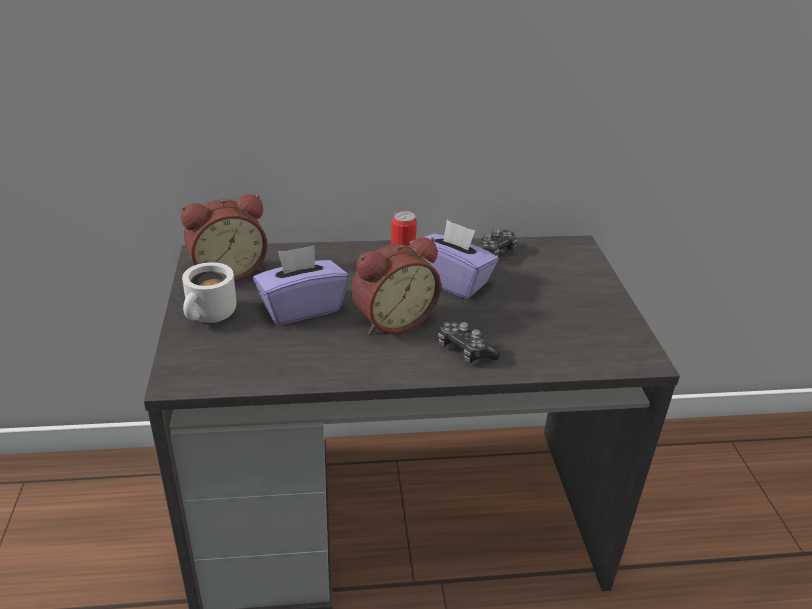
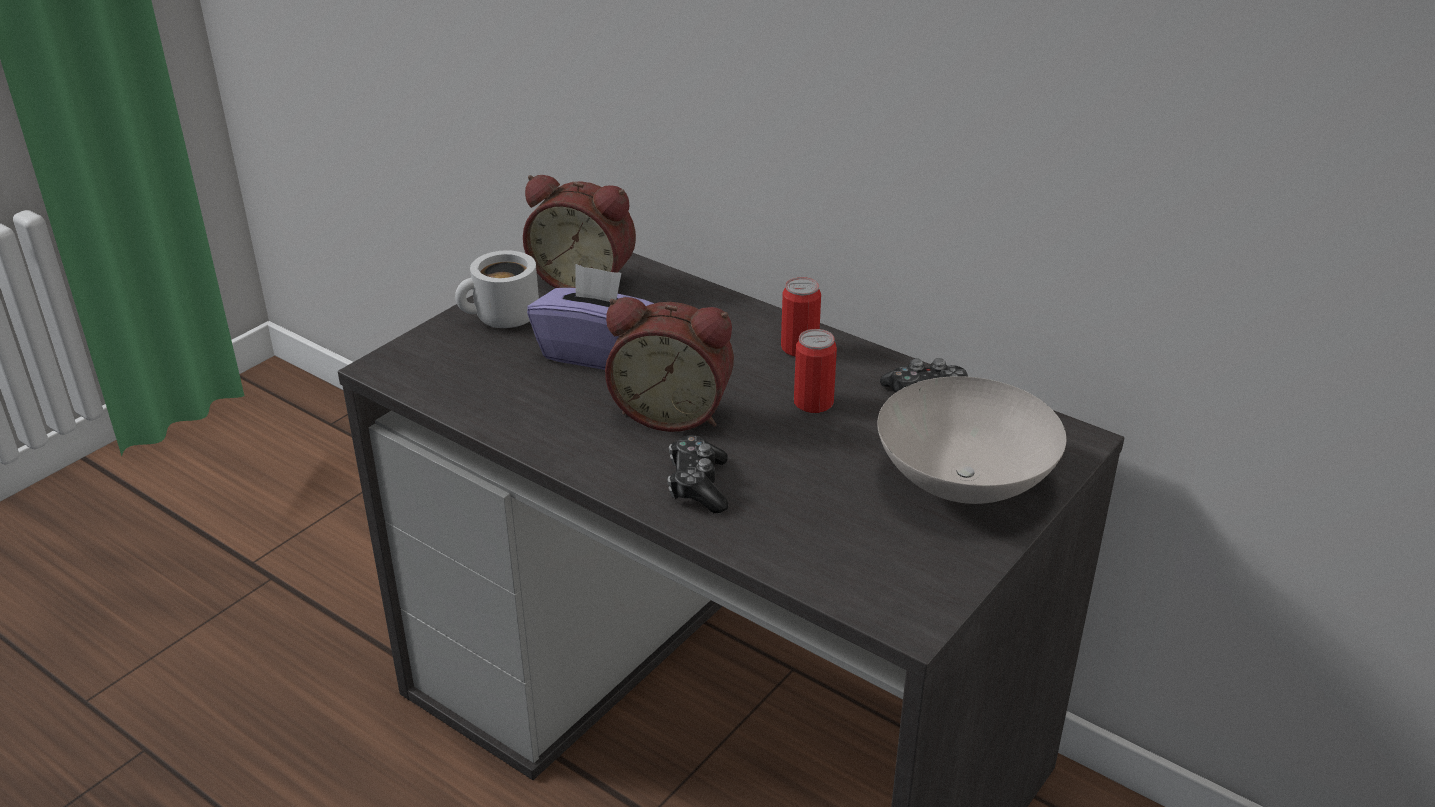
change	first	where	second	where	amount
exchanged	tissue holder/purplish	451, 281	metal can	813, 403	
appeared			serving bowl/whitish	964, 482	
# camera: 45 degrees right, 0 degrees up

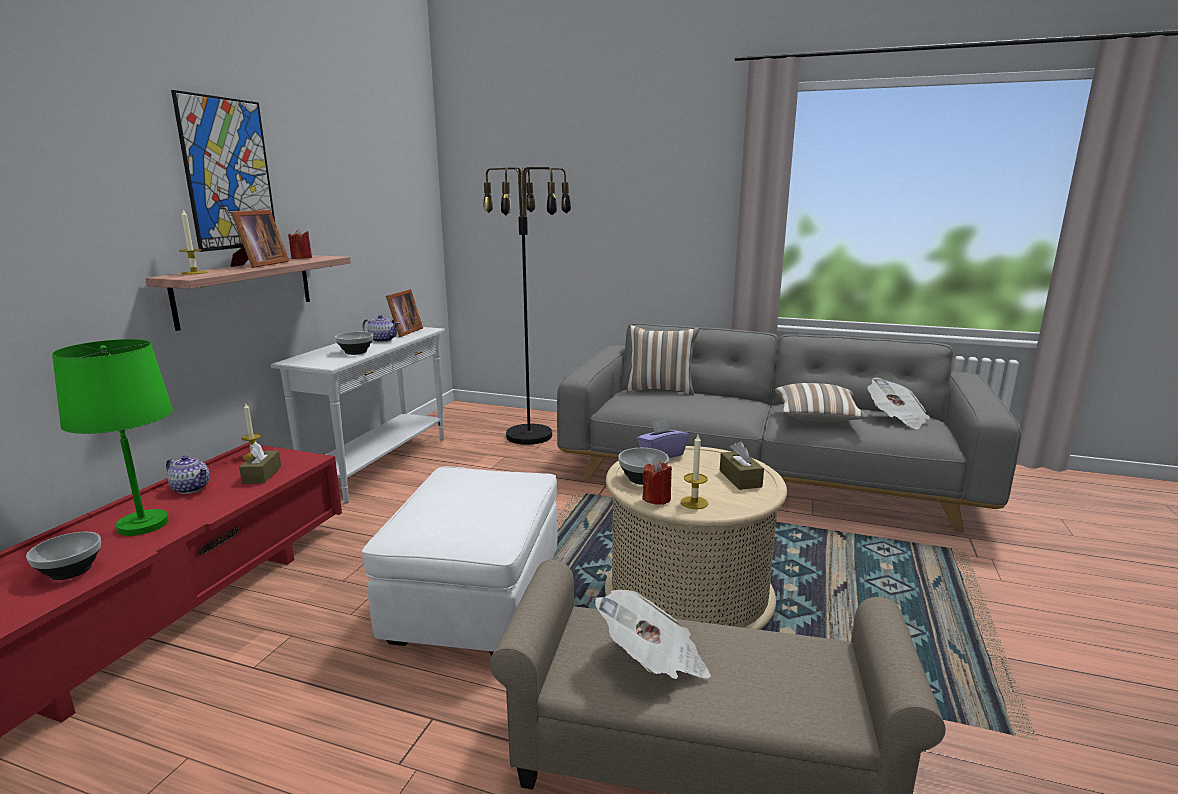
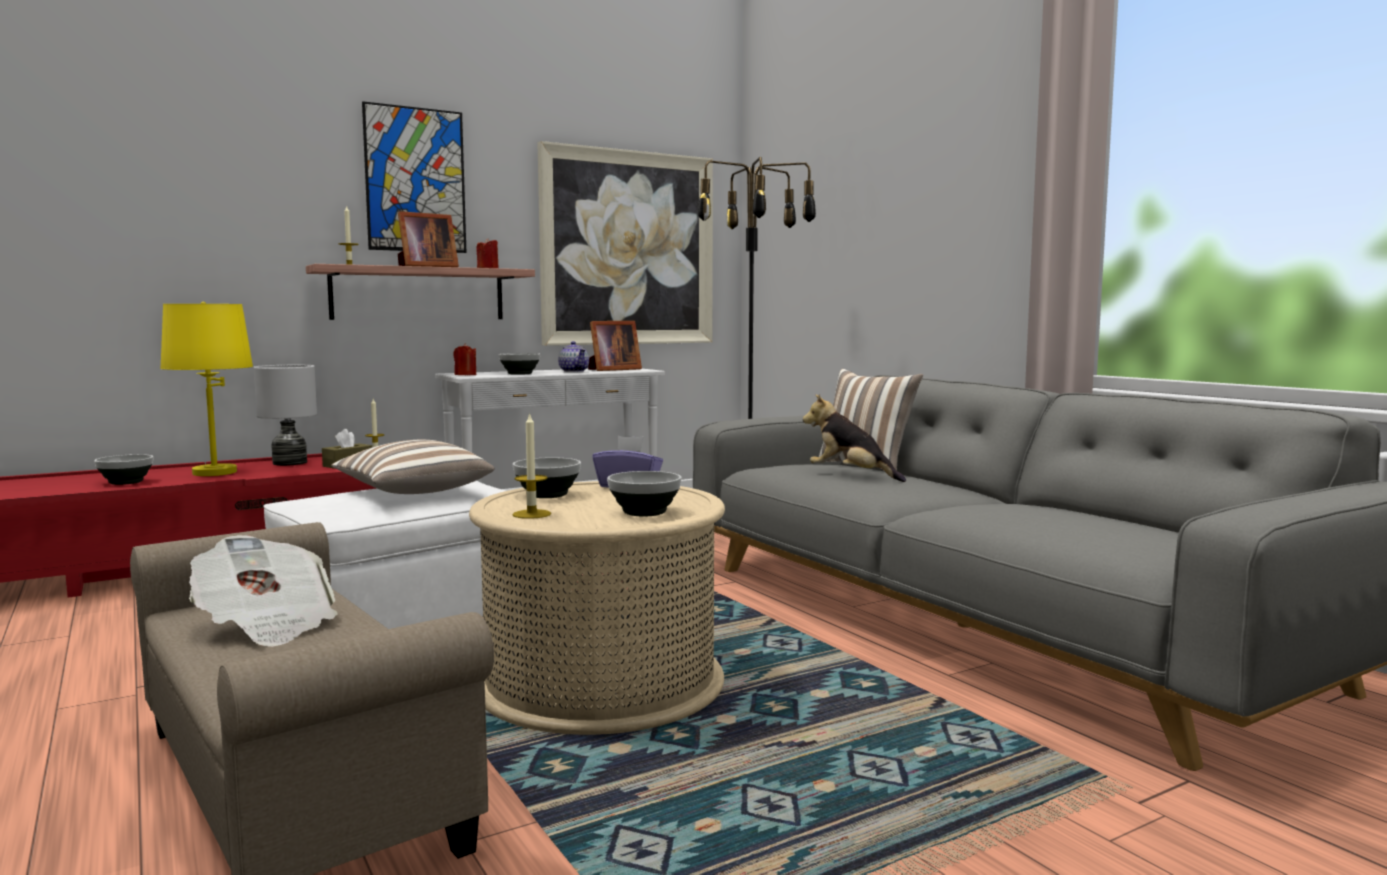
change	first	where	second	where	amount
colour	tabletop lamp/green	144, 525	tabletop lamp/yellow	215, 472	
exchanged	tea pot	191, 488	tabletop lamp/gray	290, 463	
relocated	wax light/red-coloured	657, 499		465, 375	
exchanged	tissue holder/brownish	740, 479	serving bowl	645, 512	
relocated	cushion	816, 418		412, 492	
missing	printed paper	896, 418			
appeared			wall art	628, 248	
appeared			cuddly toy	851, 476	
# camera: 40 degrees right, 10 degrees down

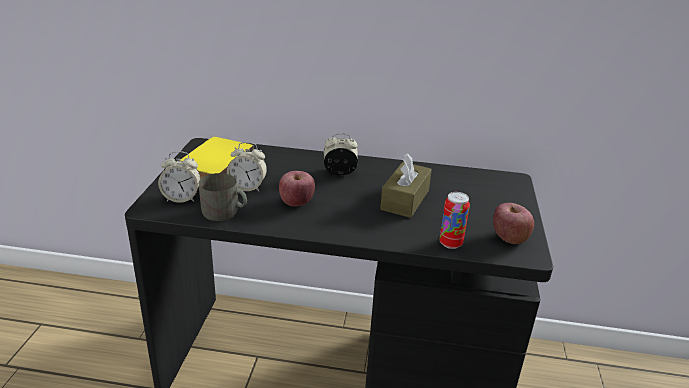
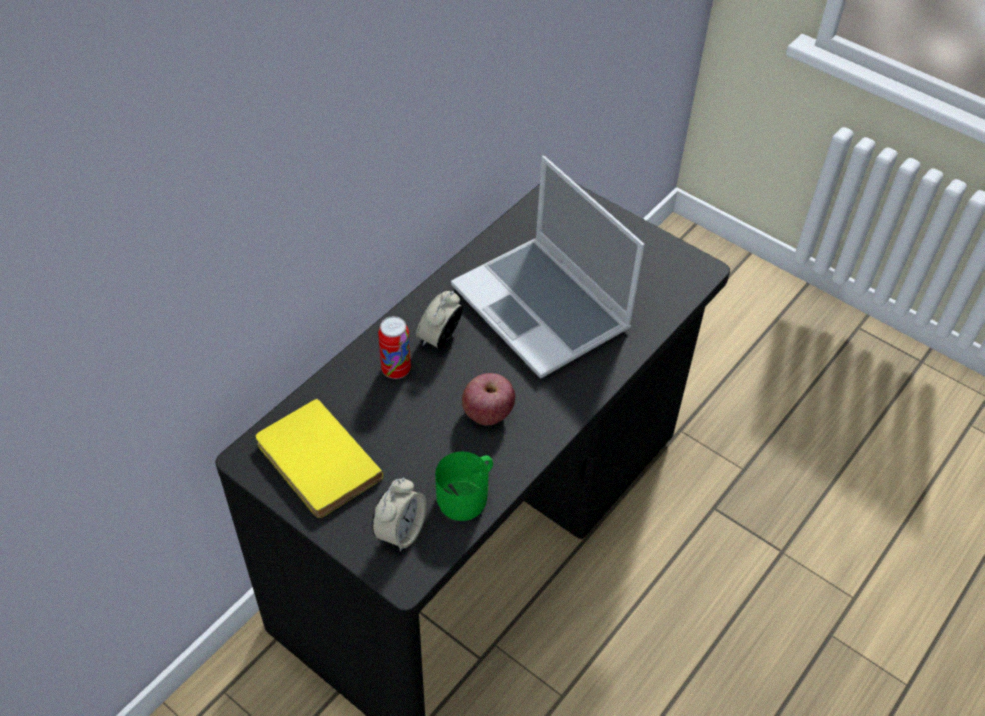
change	first	where	second	where	amount
colour	tea mug/gray	224, 213	tea mug/green	468, 496	
missing	table clock	248, 187			
exchanged	tissue holder/brownish	405, 200	portable computer	543, 309	
relocated	metal can	450, 243		396, 370	
missing	apple	509, 238			
# camera: 60 degrees left, 20 degrees up

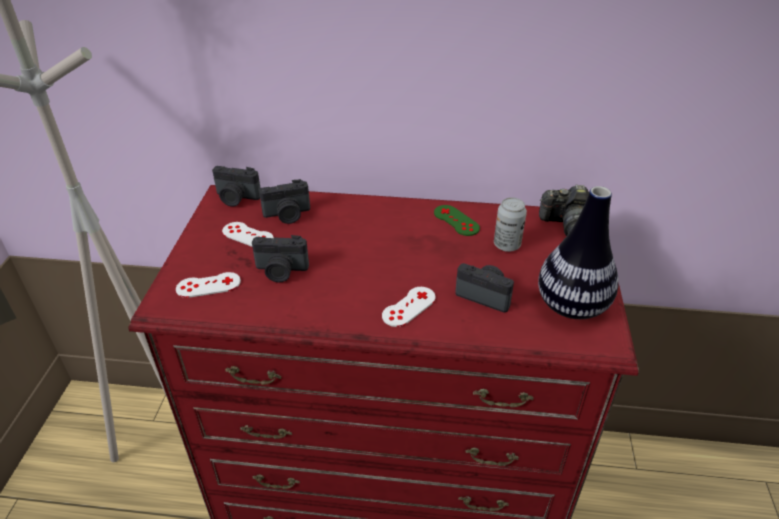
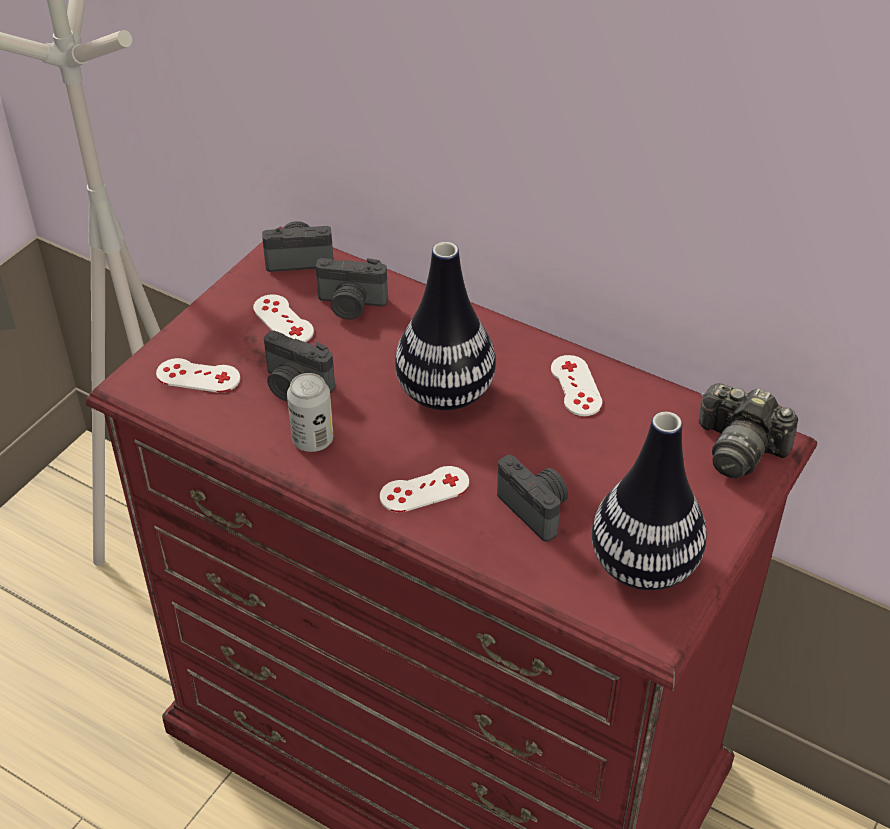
change	first	where	second	where	amount
spun	still camera	236, 198		299, 259	135 degrees clockwise
colour	gamepad/green	456, 220	gamepad/whitish	576, 386	
relocated	metal can	507, 245		313, 440	
appeared			decorative vase	445, 393	
# camera: 25 degrees right, 5 degrees up

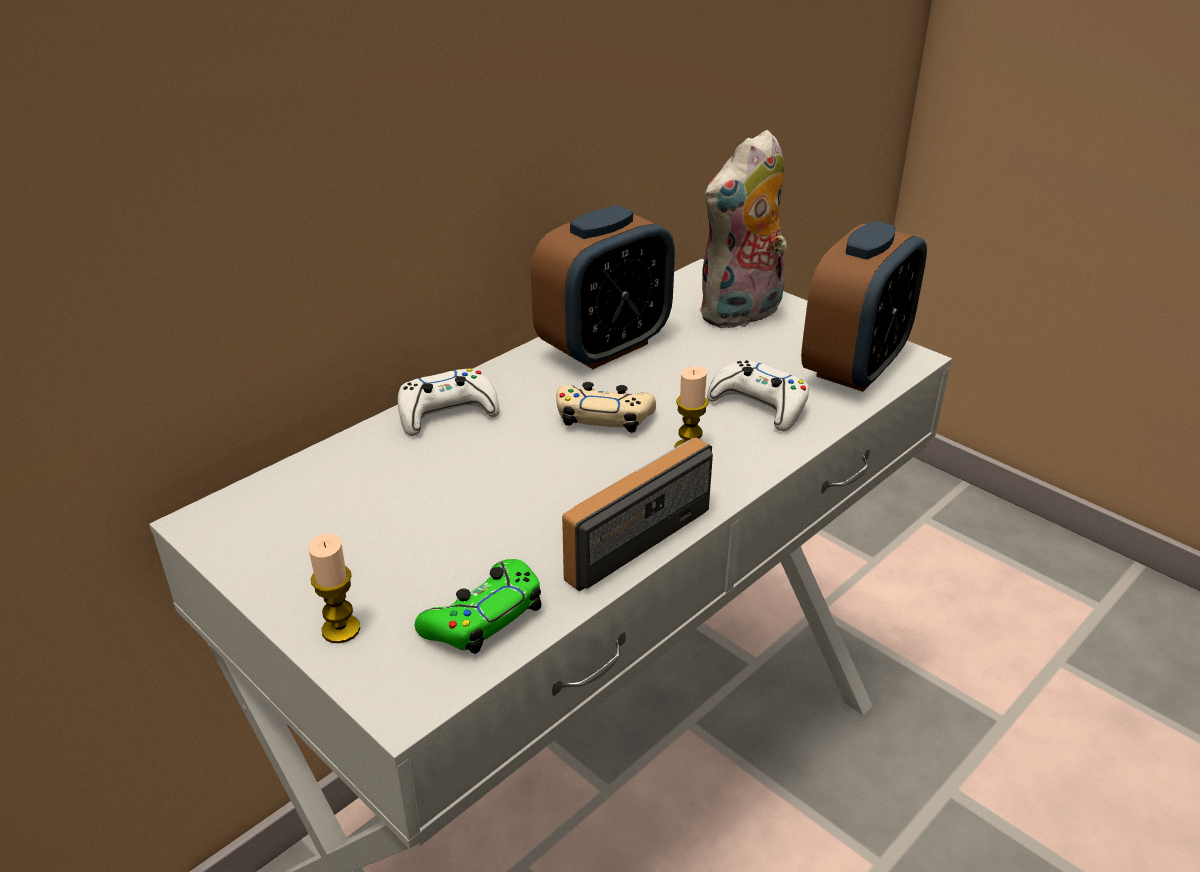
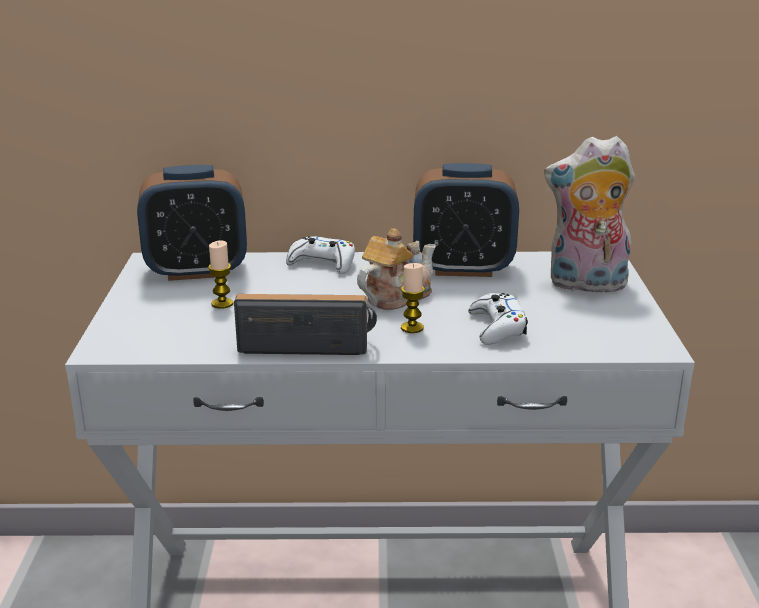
change	first	where	second	where	amount
relocated	wax light	341, 629		222, 304	
missing	gamepad/green	483, 617			
exchanged	gamepad/sand-coloured	604, 417	tea pot	396, 297	
relocated	table clock	855, 367		197, 271	
# camera: 45 degrees right, 10 degrees down

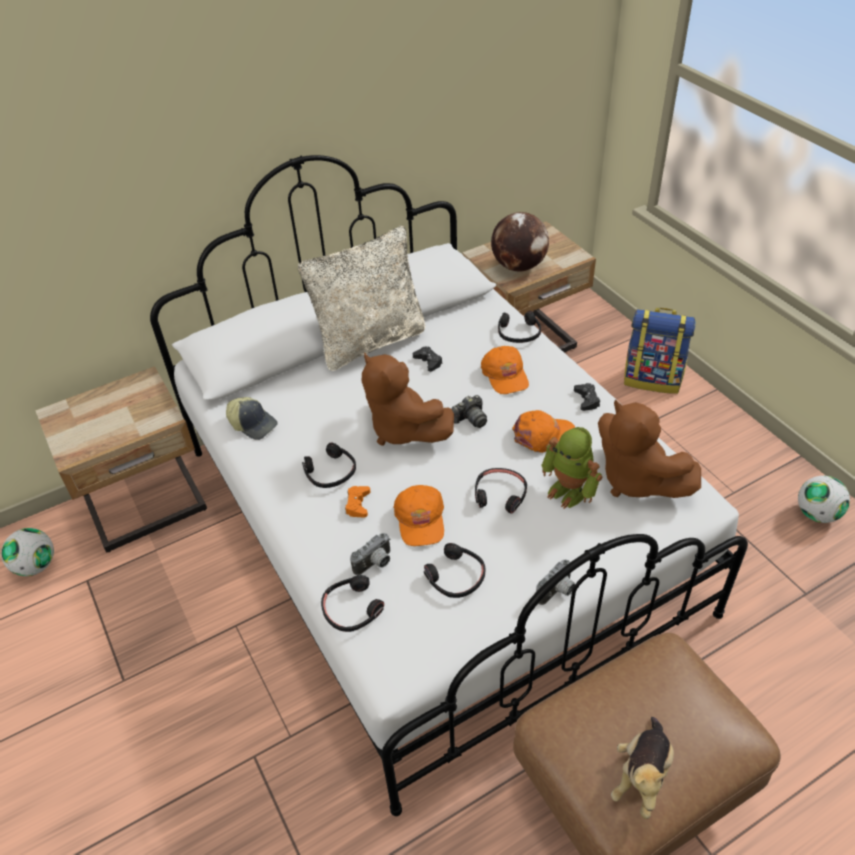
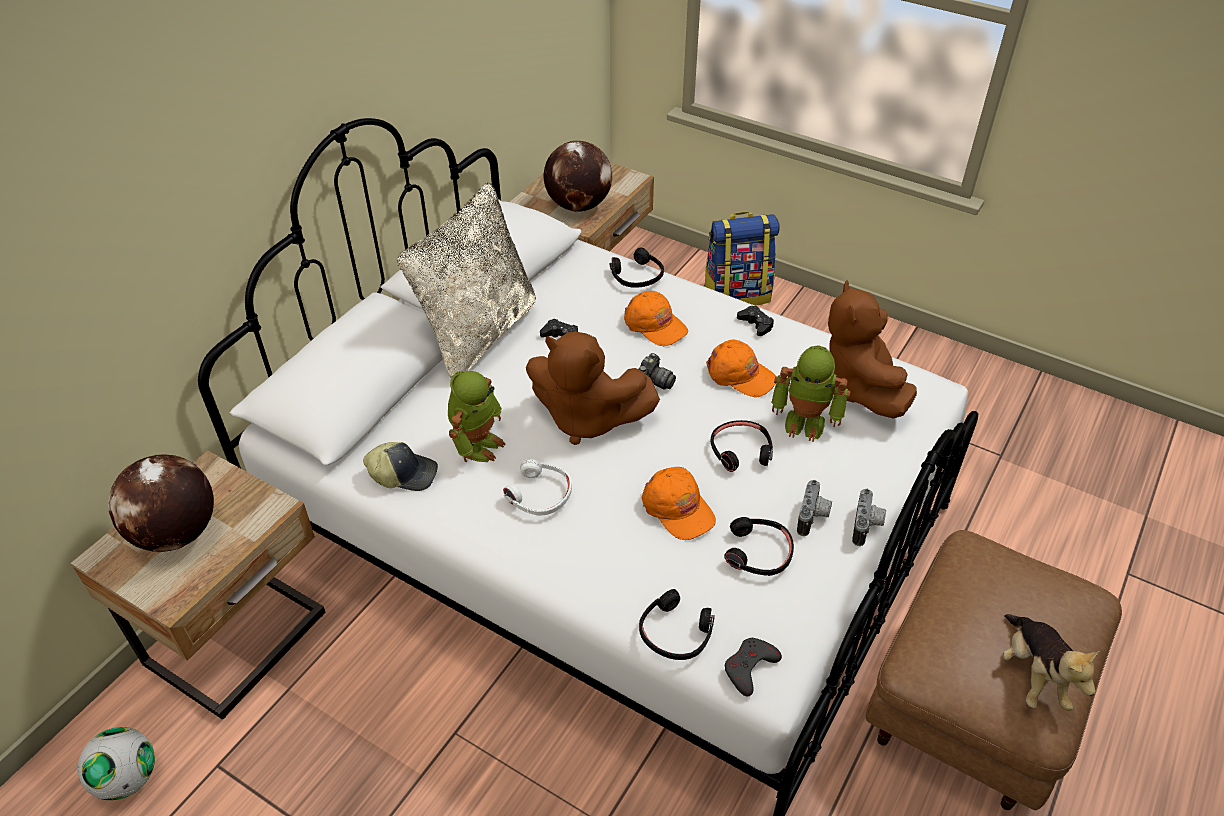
change	first	where	second	where	amount
colour	pair of headphones/black	330, 472	pair of headphones/whitish	540, 495	
missing	gamepad/orange-coloured	358, 504			
relocated	still camera	375, 564		813, 518	
spun	peaked cap/orange-coloured	544, 435		740, 375	75 degrees clockwise
spun	cuddly toy/brownish	635, 479		858, 388	60 degrees clockwise
missing	football ball	816, 514			
appeared			globe	176, 534	
appeared			model robot	477, 444	
appeared			gamepad/gray	749, 668	
# camera: 30 degrees left, 0 degrees up

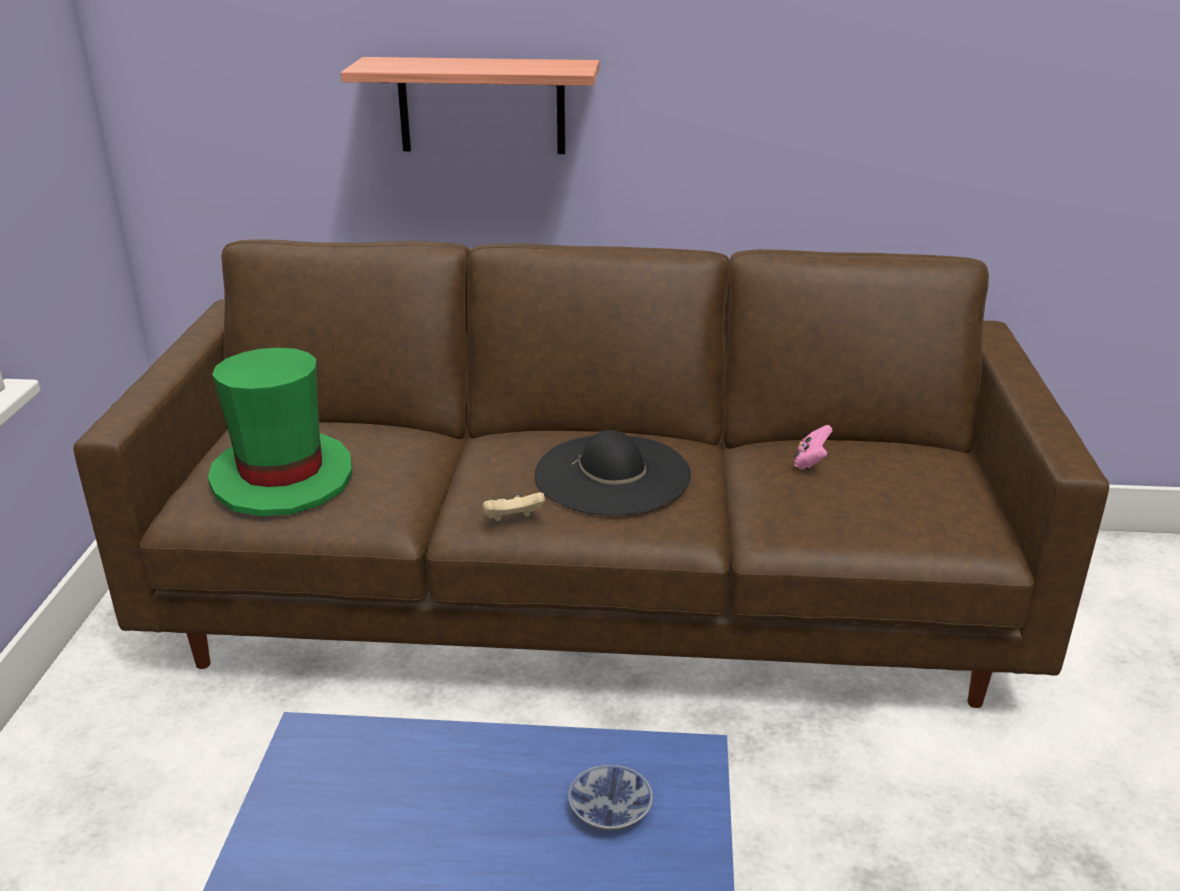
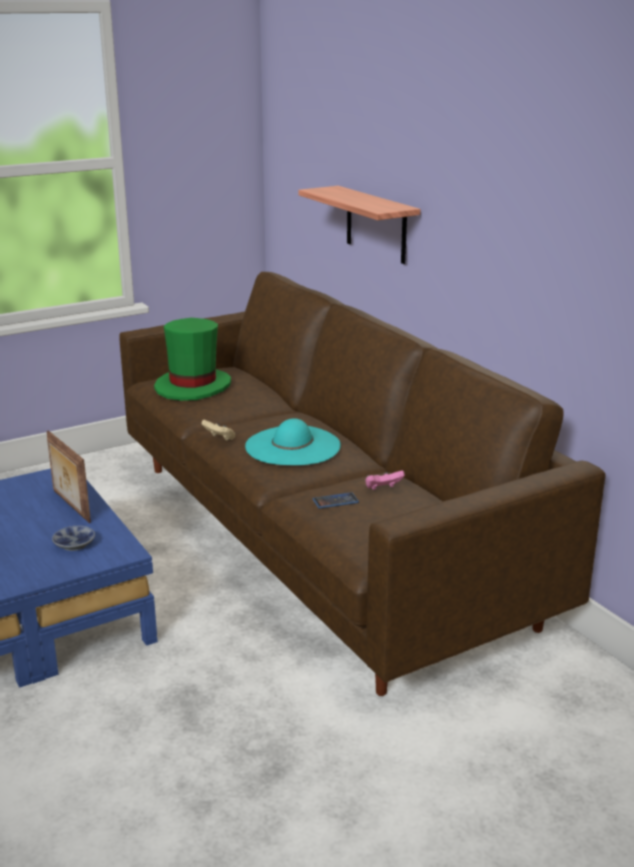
change	first	where	second	where	amount
colour	wearable hat/black	613, 474	wearable hat/blue-green	293, 446	
appeared			photo frame	70, 506	
appeared			handset	335, 501	
# camera: 55 degrees right, 5 degrees down

